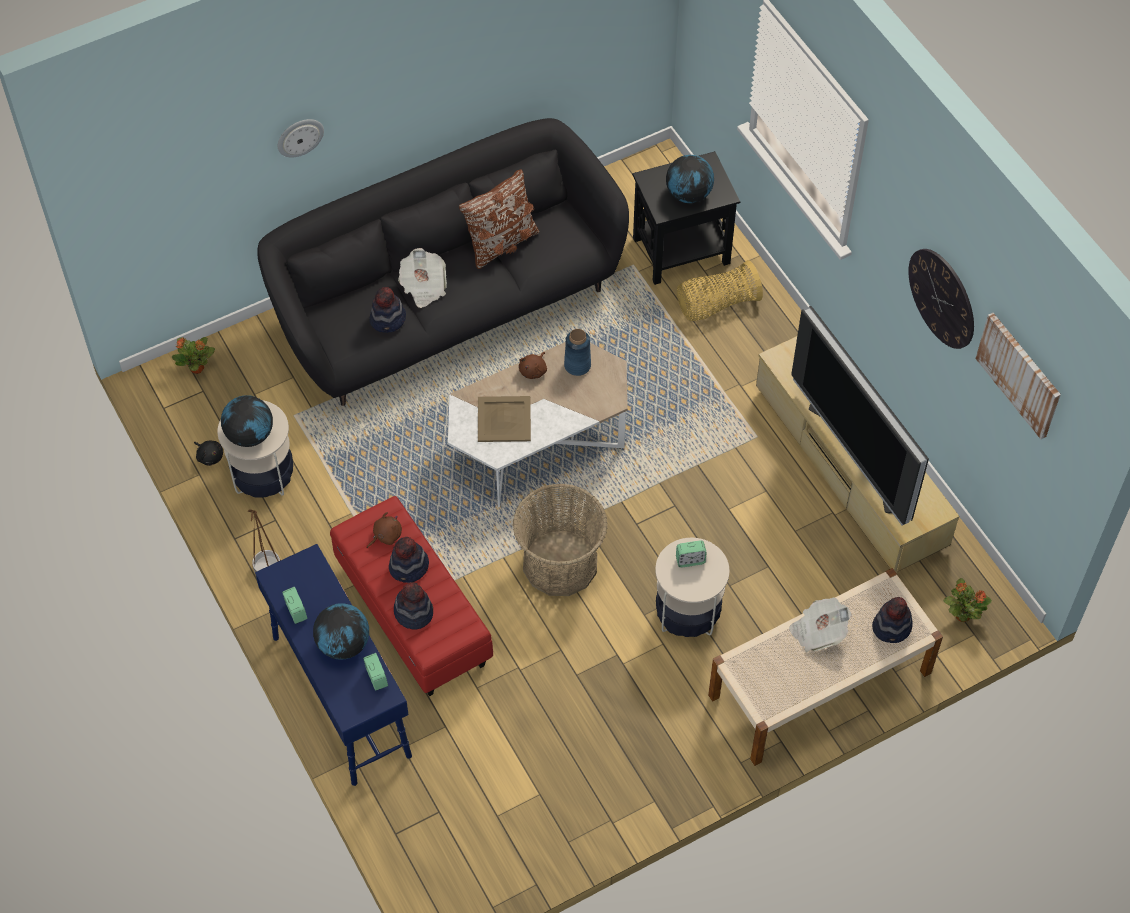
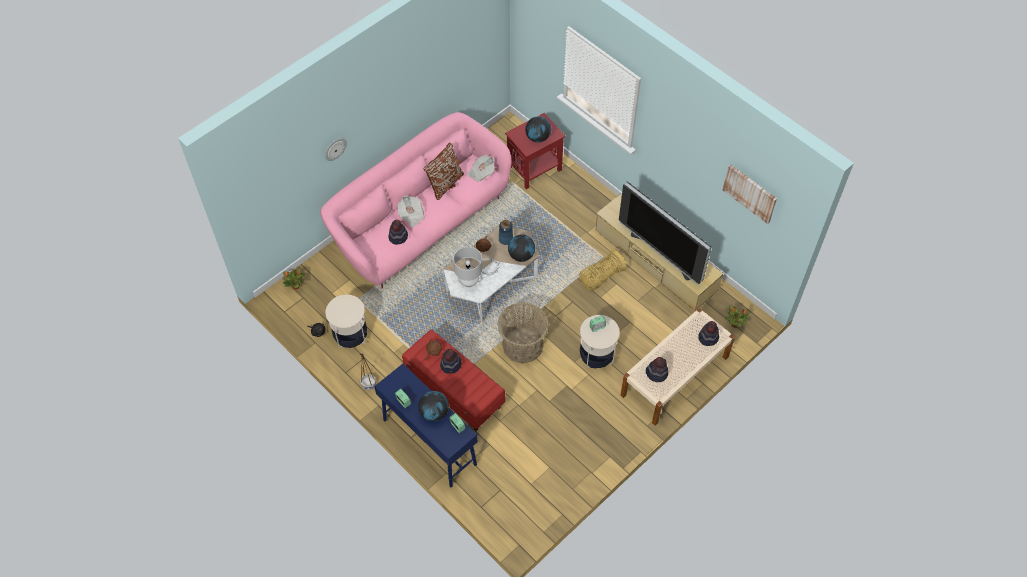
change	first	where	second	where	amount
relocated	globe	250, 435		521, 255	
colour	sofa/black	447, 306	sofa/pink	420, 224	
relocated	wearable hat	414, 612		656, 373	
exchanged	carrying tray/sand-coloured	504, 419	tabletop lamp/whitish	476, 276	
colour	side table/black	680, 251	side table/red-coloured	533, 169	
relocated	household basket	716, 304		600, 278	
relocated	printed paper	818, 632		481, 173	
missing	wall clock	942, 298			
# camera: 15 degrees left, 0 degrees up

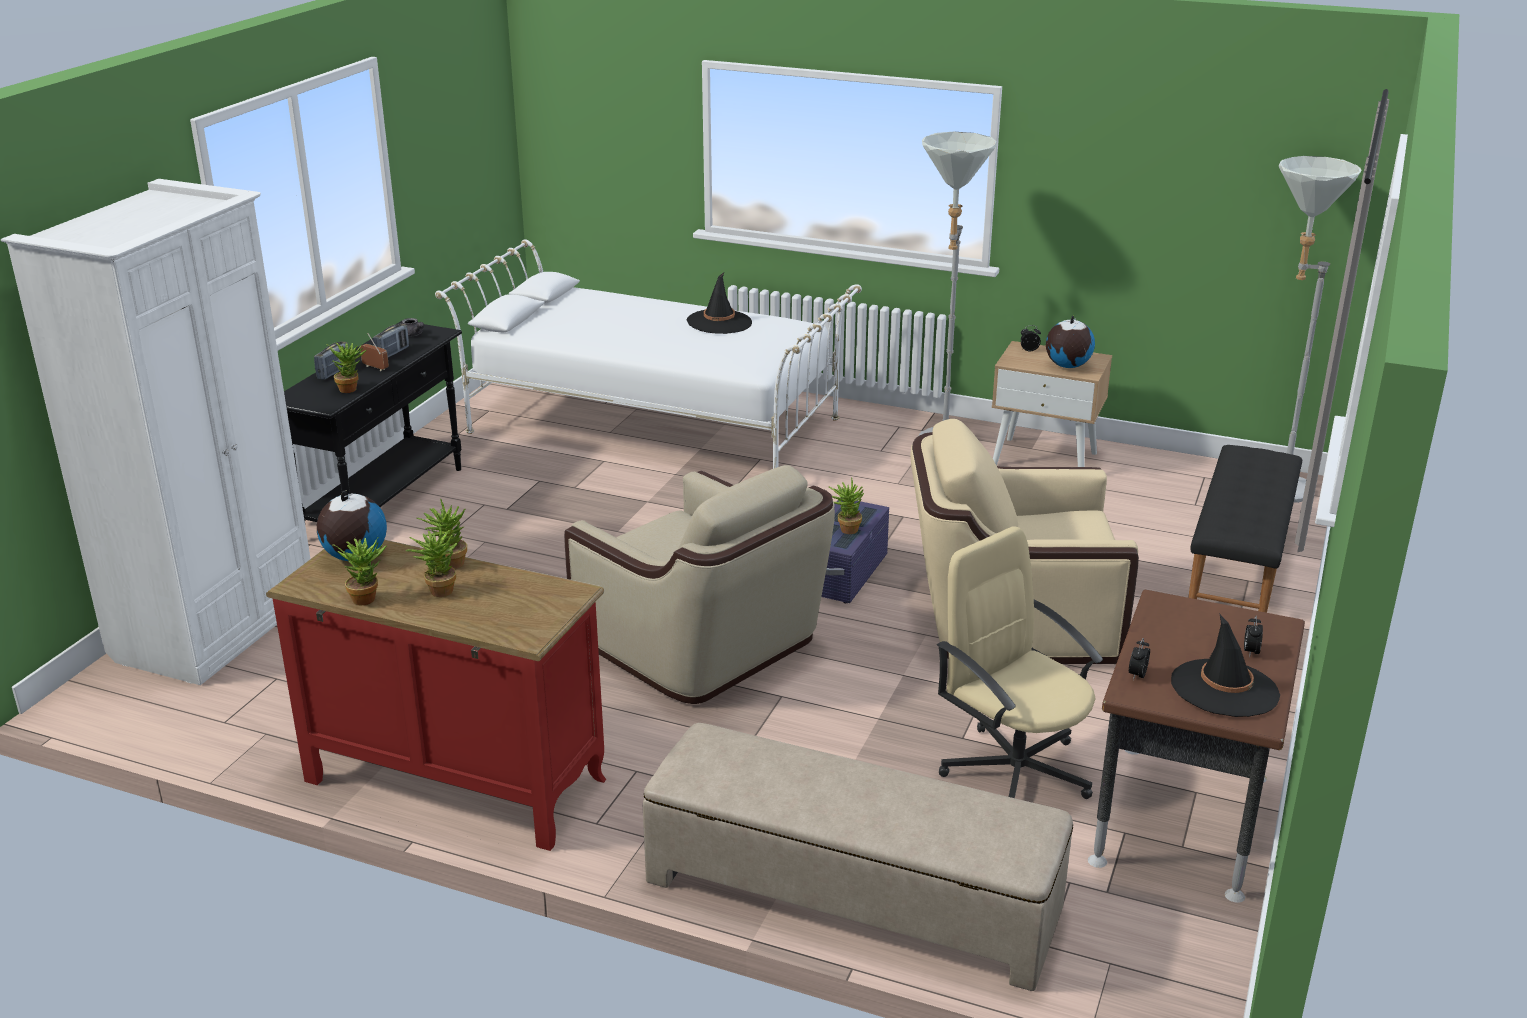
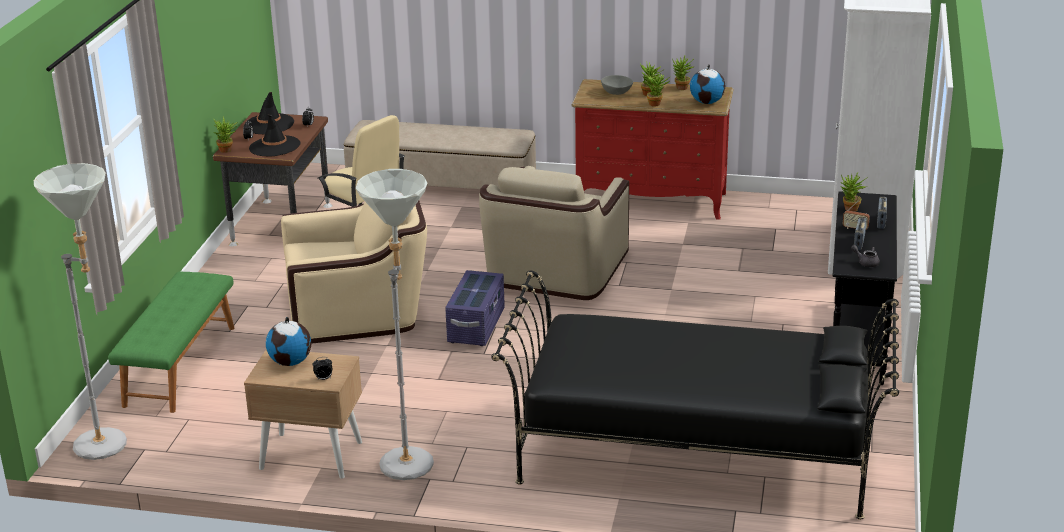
change	first	where	second	where	amount
colour	bed/whitish	654, 426	bed/black	695, 451	
spun	armchair/sand-coloured	704, 645		555, 273	105 degrees counterclockwise
relocated	wearable hat/black	719, 322		274, 146	
relocated	houseplant	846, 529		227, 150	
colour	indoor bench/black	1239, 566	indoor bench/green	179, 365	
appeared			serving bowl/gray	617, 92	
# camera: 170 degrees right, 0 degrees up

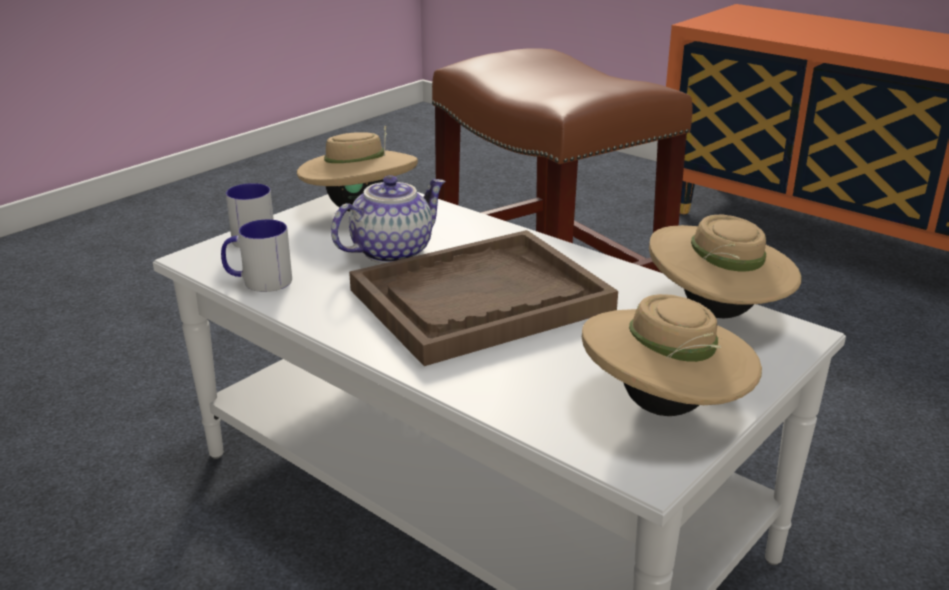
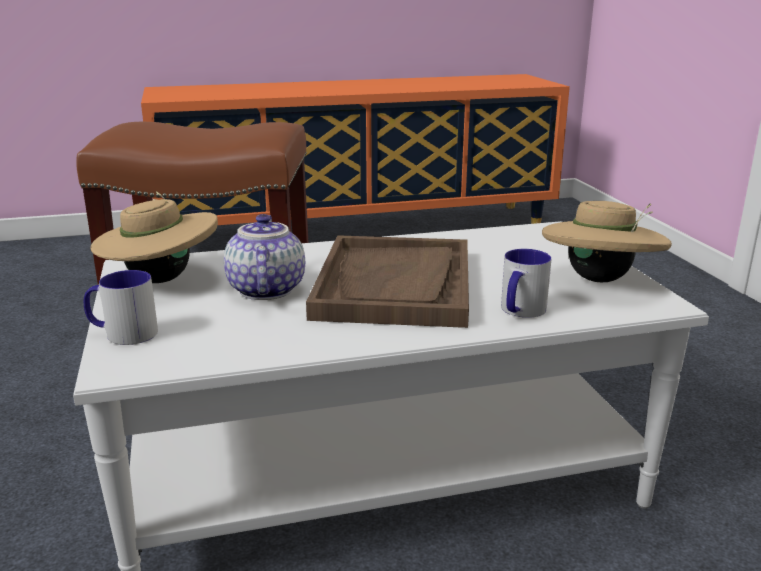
change	first	where	second	where	amount
relocated	tea mug	258, 281		520, 311	
missing	wearable hat/sand-coloured	717, 314			
# camera: 55 degrees left, 5 degrees down

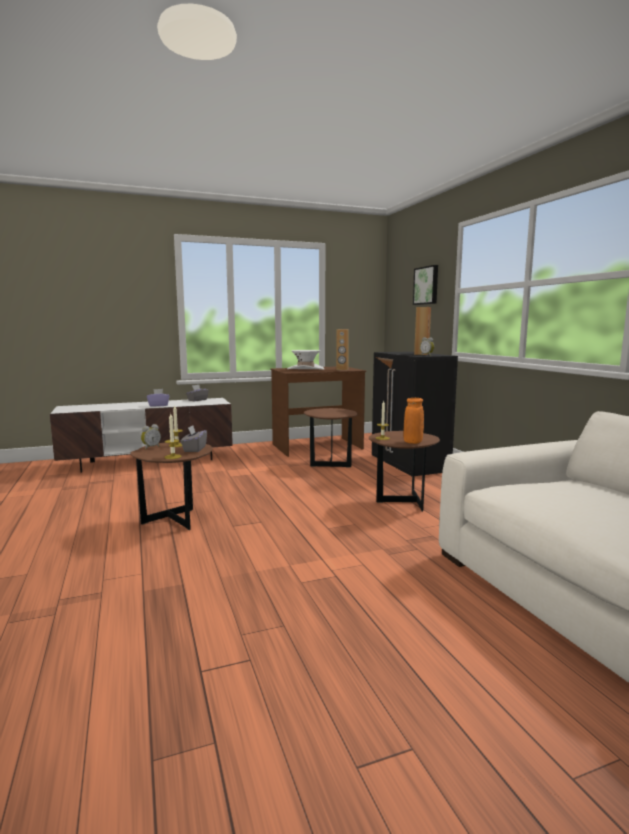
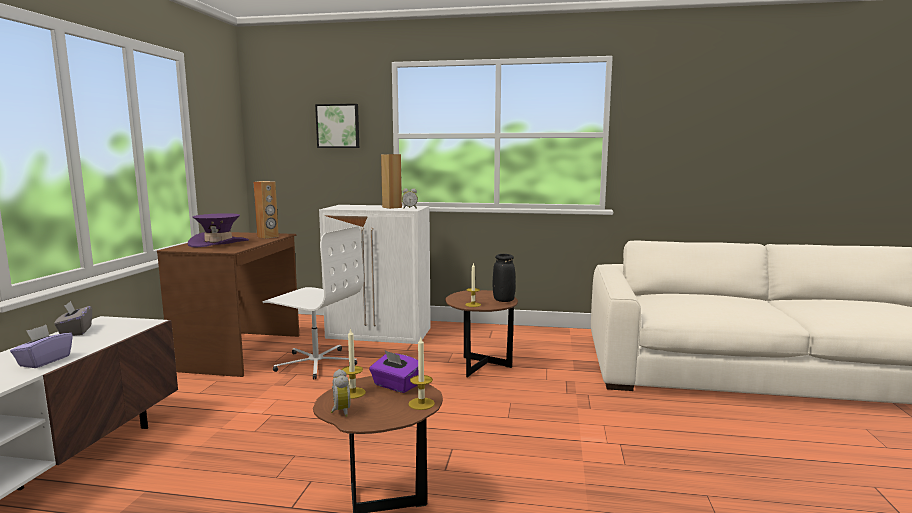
change	first	where	second	where	amount
colour	tissue holder/gray	194, 449	tissue holder/purplish	395, 385	
colour	wearable hat/whitish	305, 369	wearable hat/purplish	218, 243	
exchanged	side table/brownish	330, 463	computer chair/whitish	316, 363	
colour	storage cabinet/black	409, 462	storage cabinet/whitish	379, 333	
colour	decorative vase/orange-coloured	413, 442	decorative vase/black	503, 300	
# camera: 60 degrees left, 0 degrees up

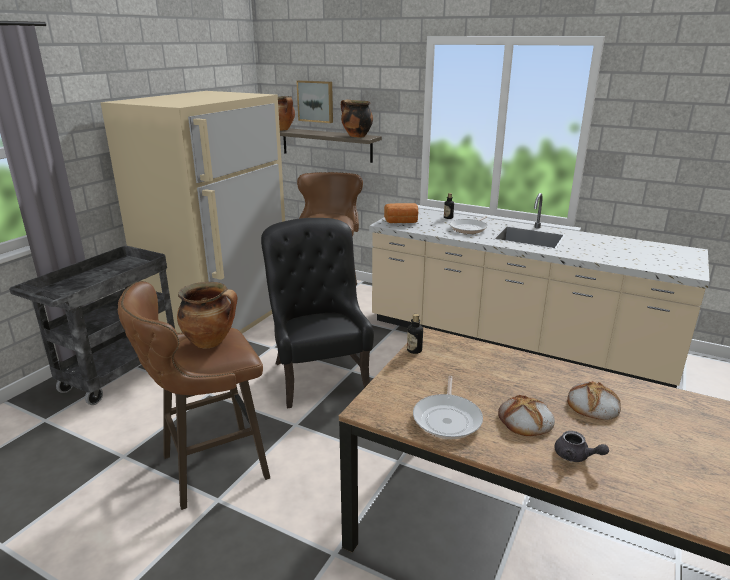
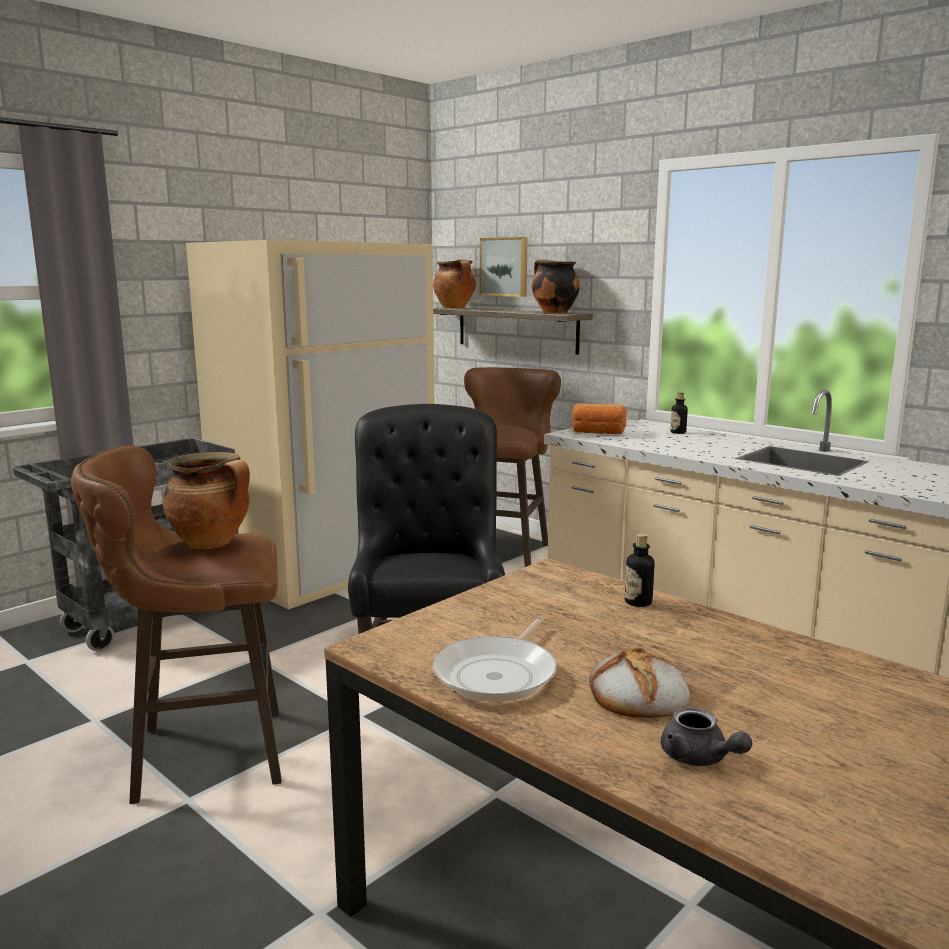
change	first	where	second	where	amount
relocated	bottle	414, 350		638, 602	
missing	skillet	469, 228			
missing	bread	592, 405			
# camera: 15 degrees right, 10 degrees down

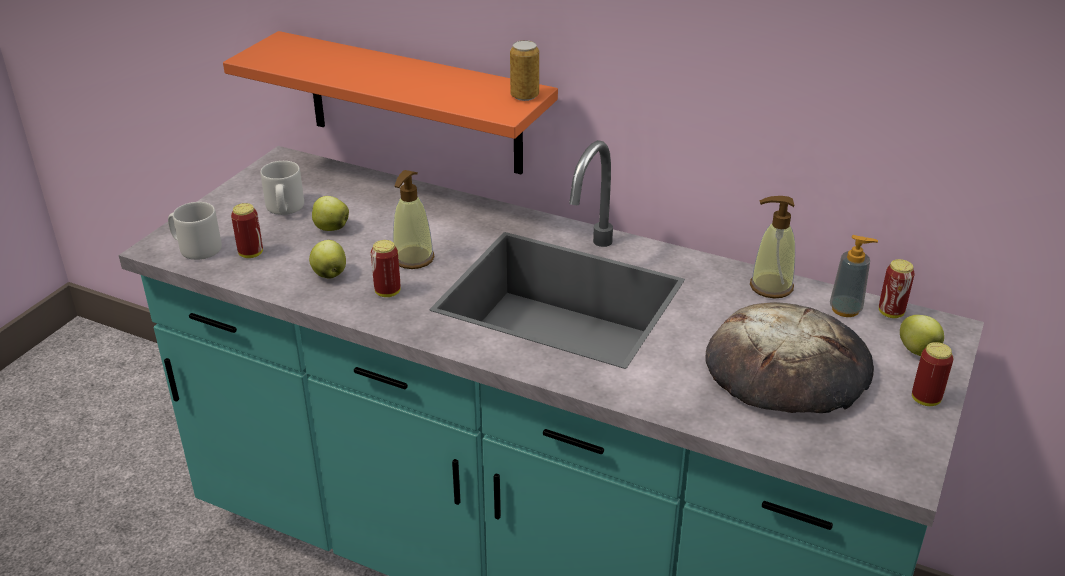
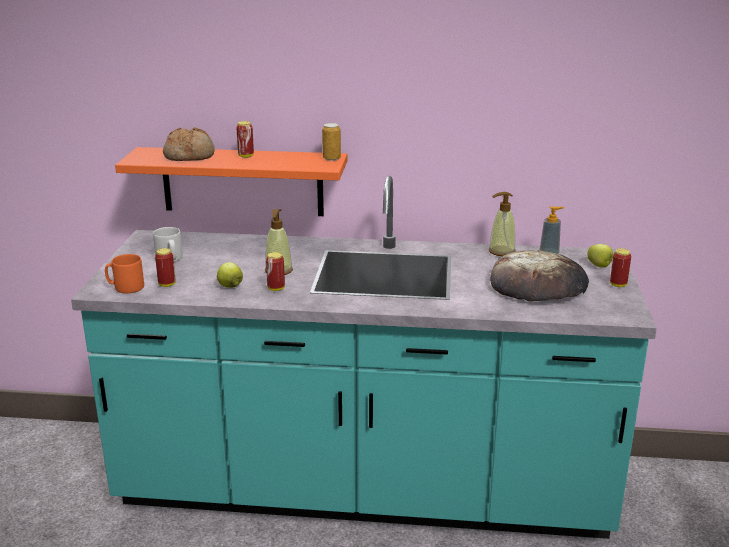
change	first	where	second	where	amount
colour	tea mug/gray	196, 248	tea mug/orange-coloured	125, 287	
missing	apple	330, 228			
relocated	metal can	891, 313		246, 156	
appeared			bread	190, 156	
# camera: 20 degrees left, 10 degrees down

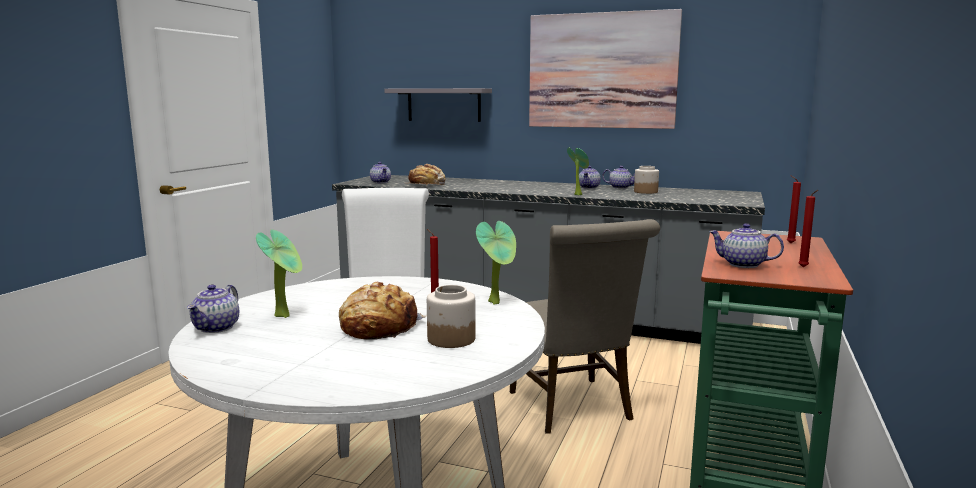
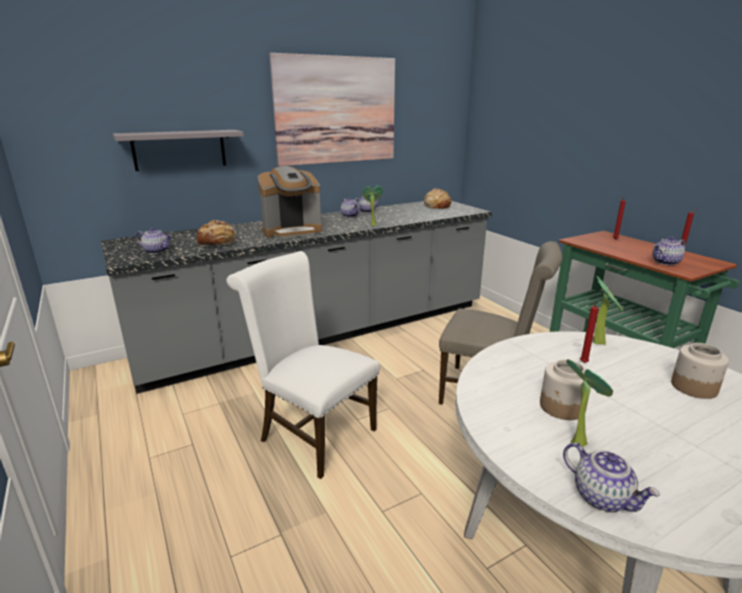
change	first	where	second	where	amount
relocated	bread	379, 326		436, 206	
relocated	storage jar	645, 192		562, 407	
appeared			coffee machine	292, 231	
# camera: 50 degrees left, 10 degrees up

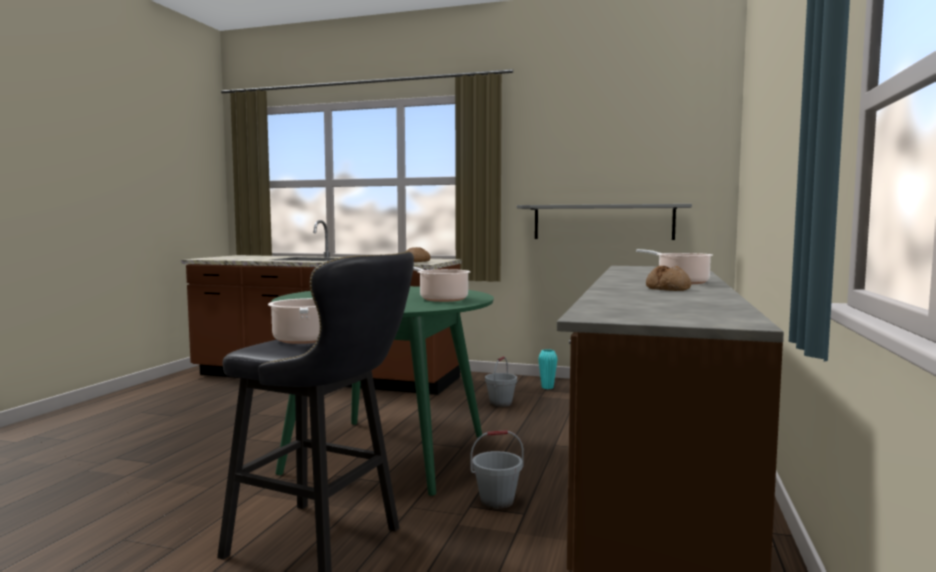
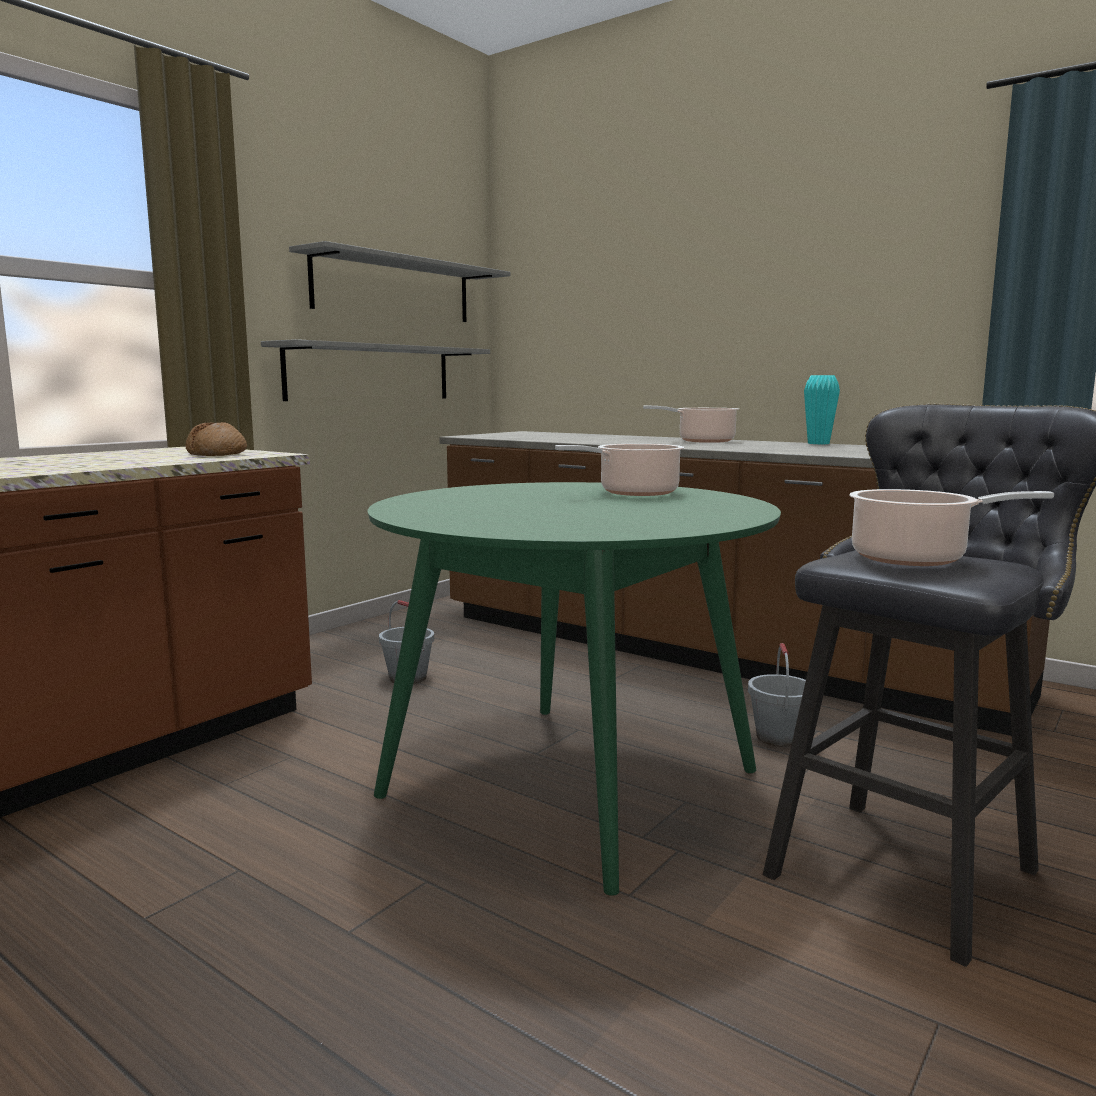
change	first	where	second	where	amount
relocated	decorative vase/blue-green	547, 387		818, 443	
missing	bread	668, 289			
appeared			bracket shelf/gray	394, 289	
# camera: 70 degrees left, 5 degrees up

